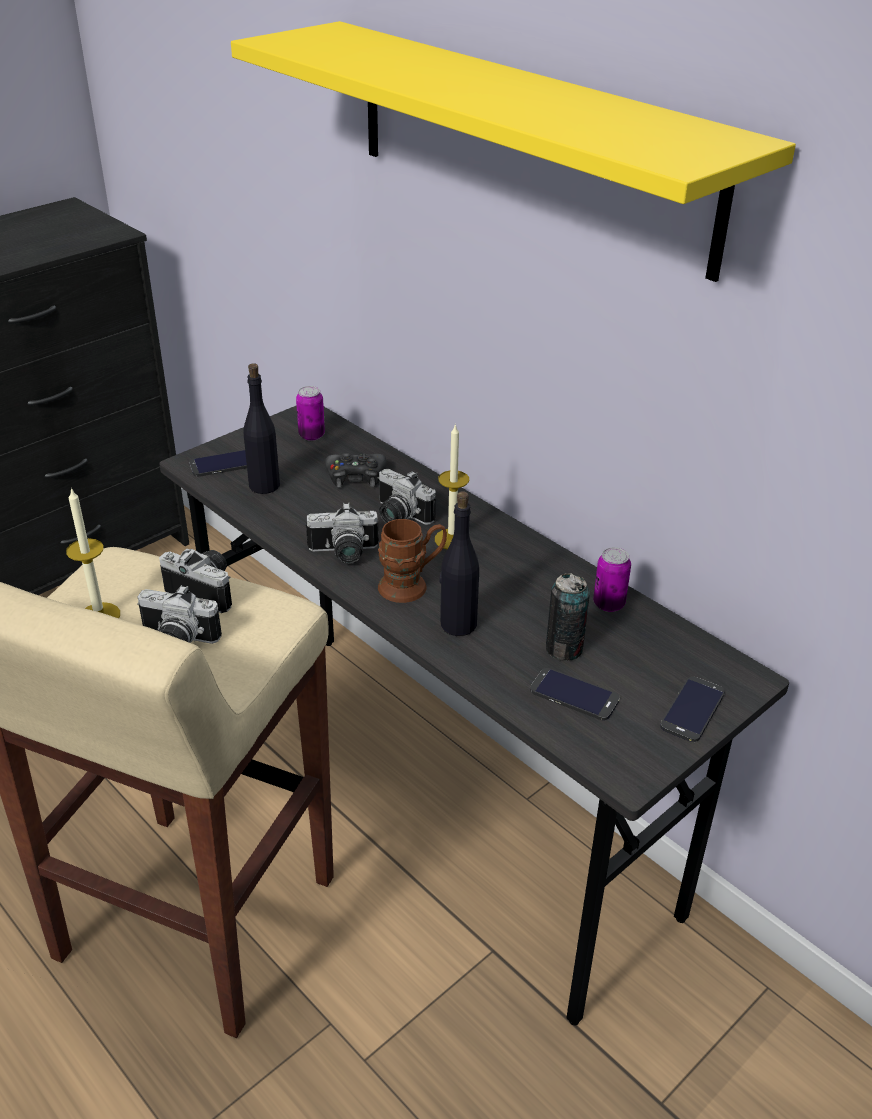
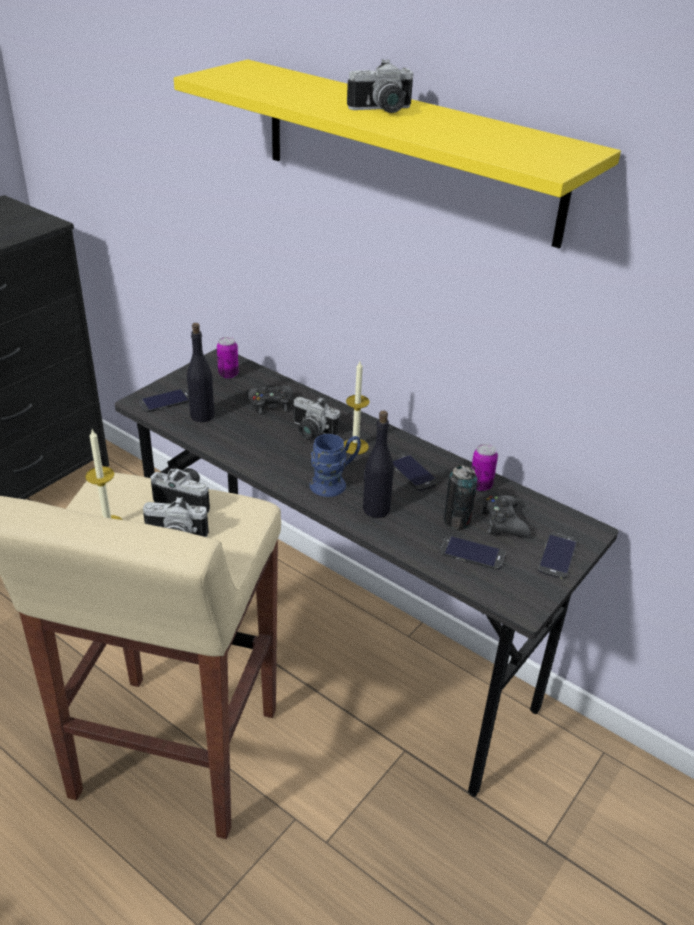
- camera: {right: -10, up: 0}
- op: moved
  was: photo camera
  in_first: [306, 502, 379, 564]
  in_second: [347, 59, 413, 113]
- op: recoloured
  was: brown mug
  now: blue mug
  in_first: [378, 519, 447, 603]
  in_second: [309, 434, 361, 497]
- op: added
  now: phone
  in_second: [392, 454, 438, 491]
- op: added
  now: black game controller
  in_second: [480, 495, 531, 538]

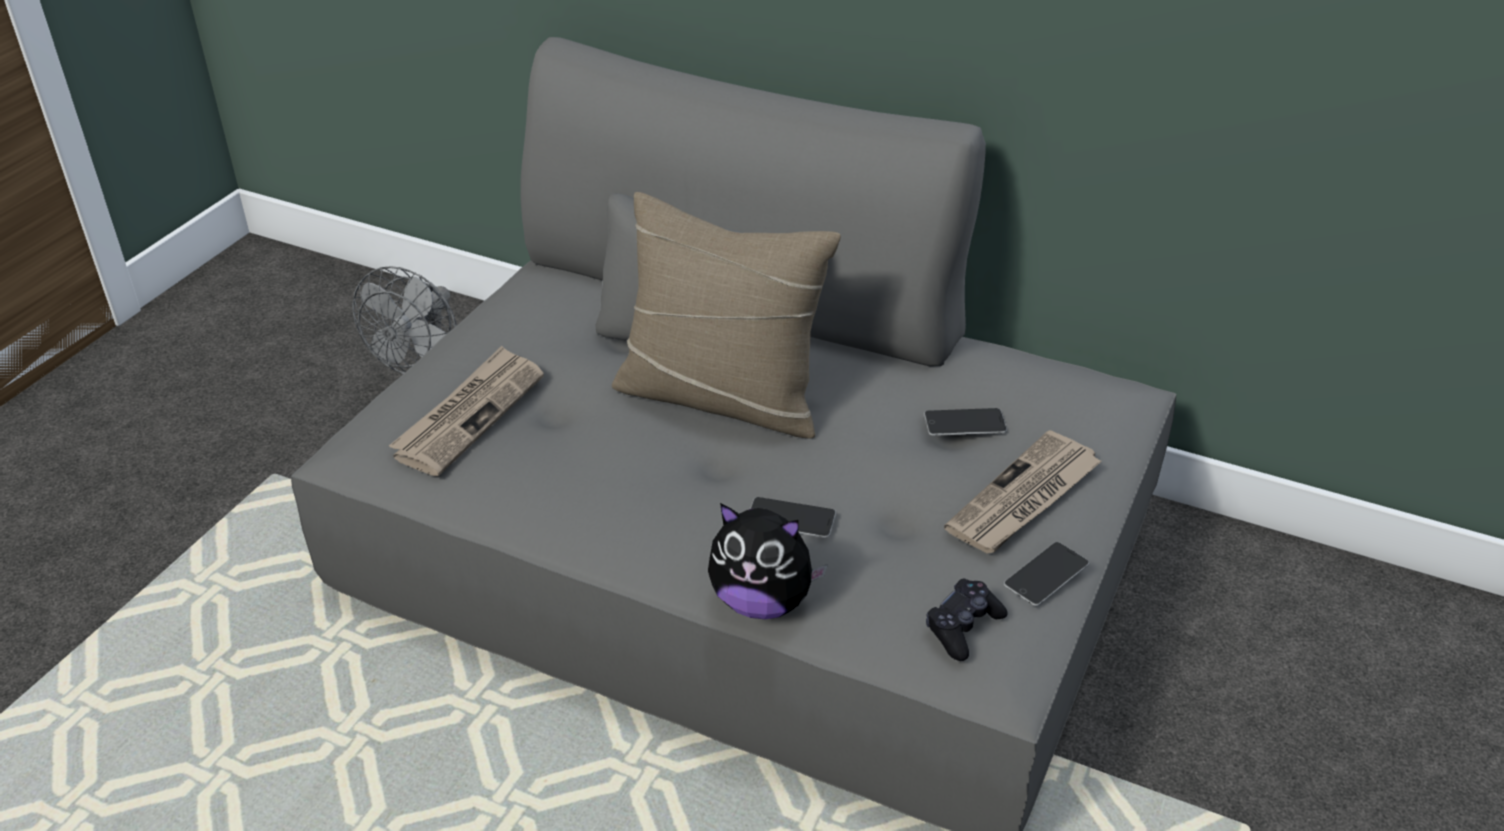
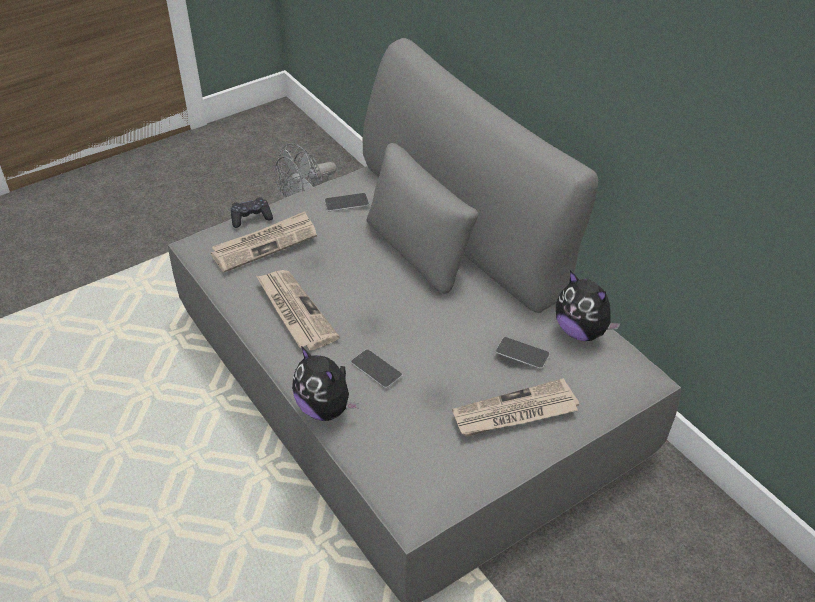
- camera: {right: 30, up: 5}
- op: removed
  was: beige pillow
  in_first: [612, 192, 841, 439]
- op: moved
  was: black game controller
  in_first: [926, 579, 1008, 661]
  in_second: [231, 197, 273, 228]
- op: moved
  was: phone
  in_first: [1004, 542, 1089, 606]
  in_second: [324, 193, 369, 211]
- op: added
  now: newspaper
  in_second: [256, 270, 340, 350]
- op: added
  now: plush toy
  in_second: [556, 270, 621, 341]

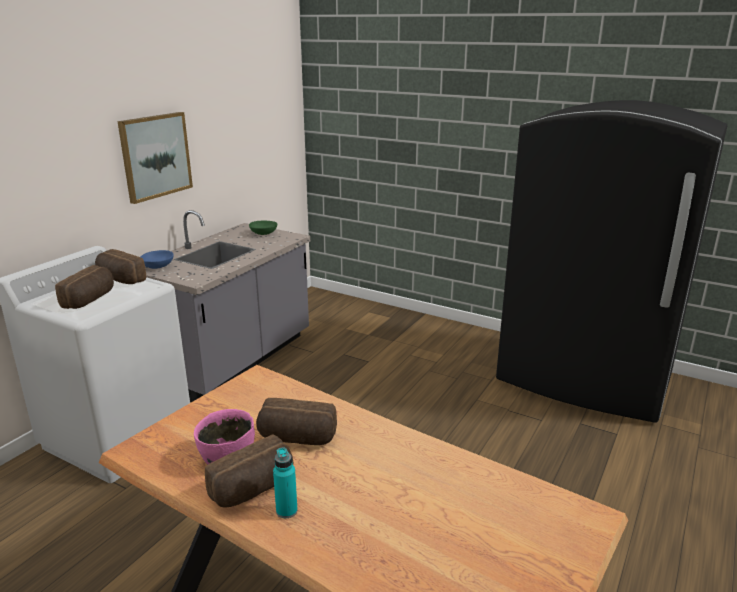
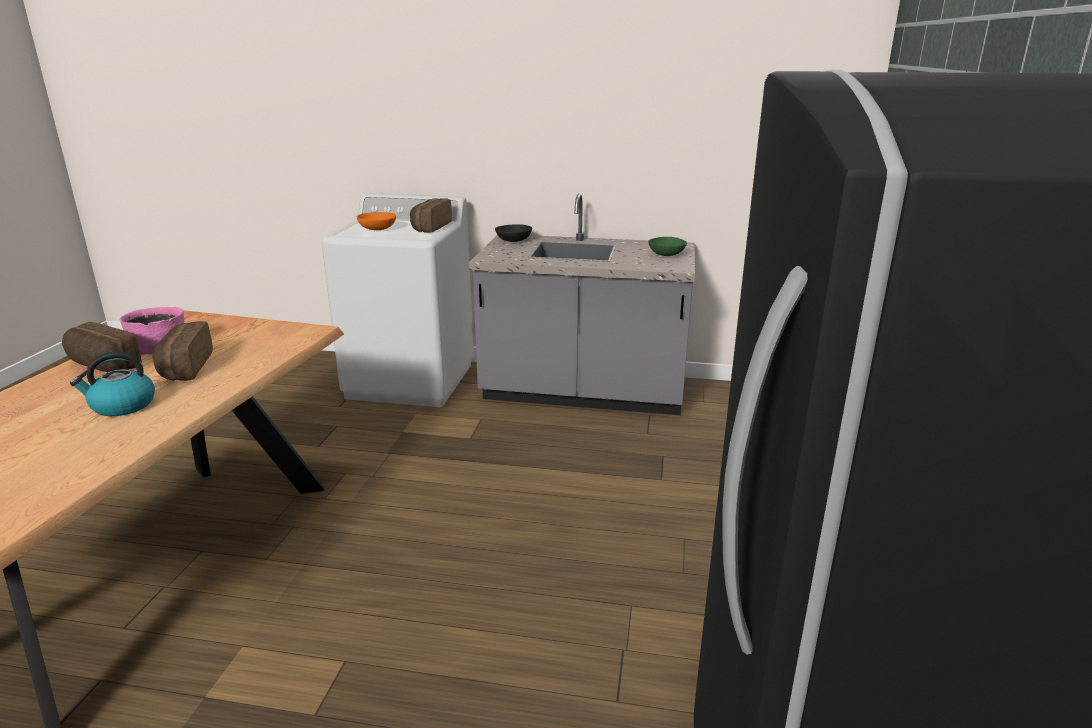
- camera: {right: 70, up: 0}
- op: replaced
  was: bread
  now: orange bowl
  in_first: [55, 265, 114, 309]
  in_second: [357, 212, 396, 230]
- op: removed
  was: picture
  in_first: [117, 112, 193, 204]
- op: recoloured
  was: blue bowl
  now: black bowl
  in_first: [141, 250, 174, 269]
  in_second: [495, 224, 532, 242]
- op: removed
  was: turquoise bottle
  in_first: [273, 447, 298, 518]
- op: added
  now: kettle
  in_second: [70, 351, 155, 416]

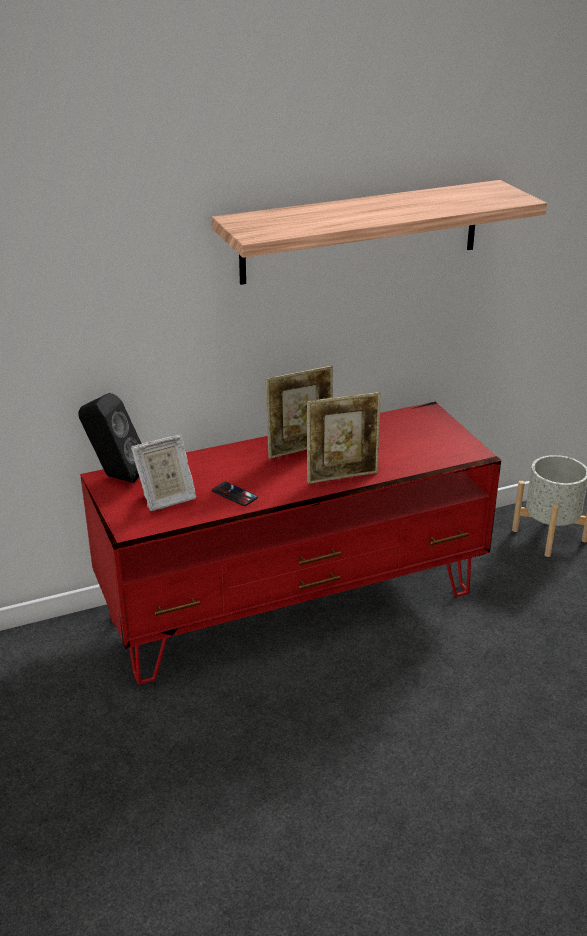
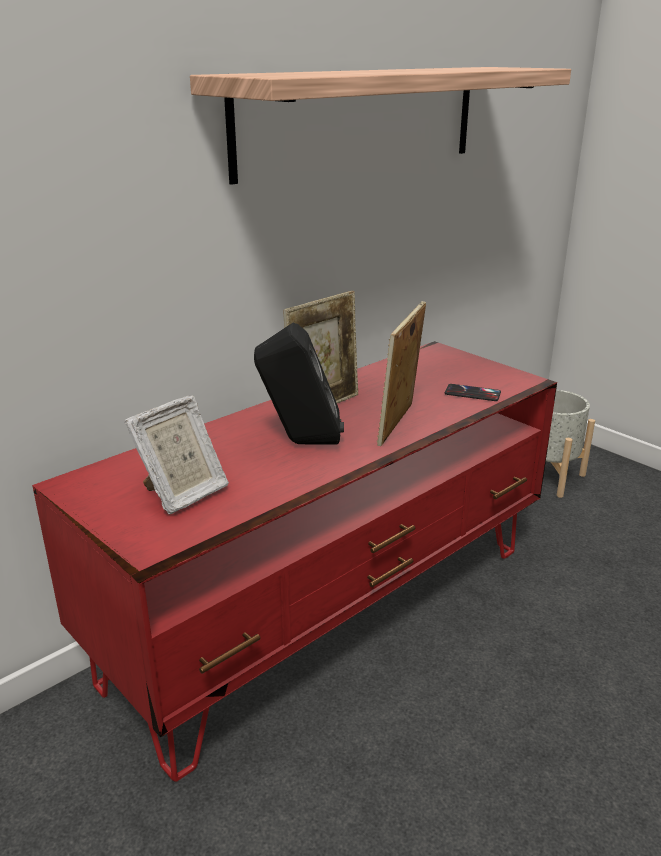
- camera: {right: -20, up: -5}
- op: moved
  was: black speaker
  in_first: [78, 393, 142, 483]
  in_second: [254, 322, 344, 445]
- op: moved
  was: phone
  in_first: [212, 482, 258, 506]
  in_second: [445, 384, 501, 401]
- op: turned
  was: picture frame
  in_first: [307, 392, 381, 484]
  in_second: [377, 301, 426, 446]
  clockwise: 150

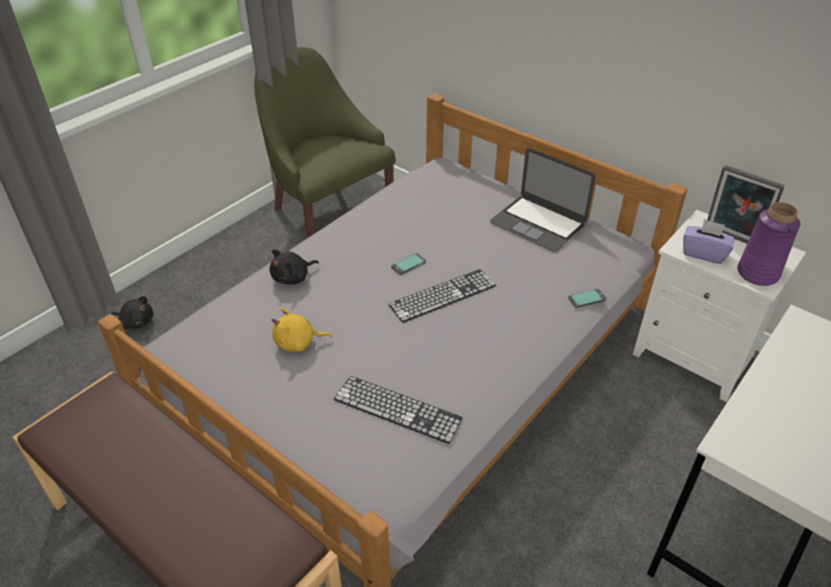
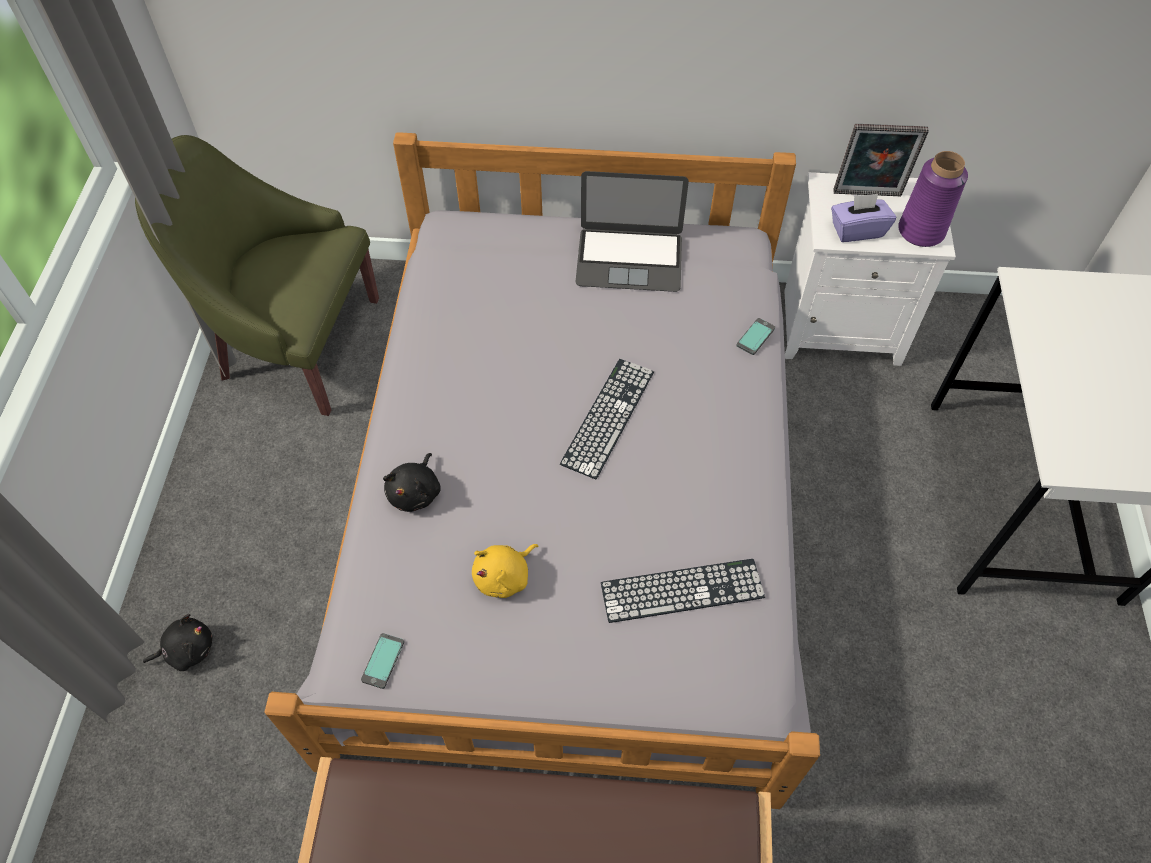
- camera: {right: -35, up: 15}
- op: moved
  was: phone
  in_first: [391, 253, 426, 275]
  in_second: [361, 633, 404, 689]

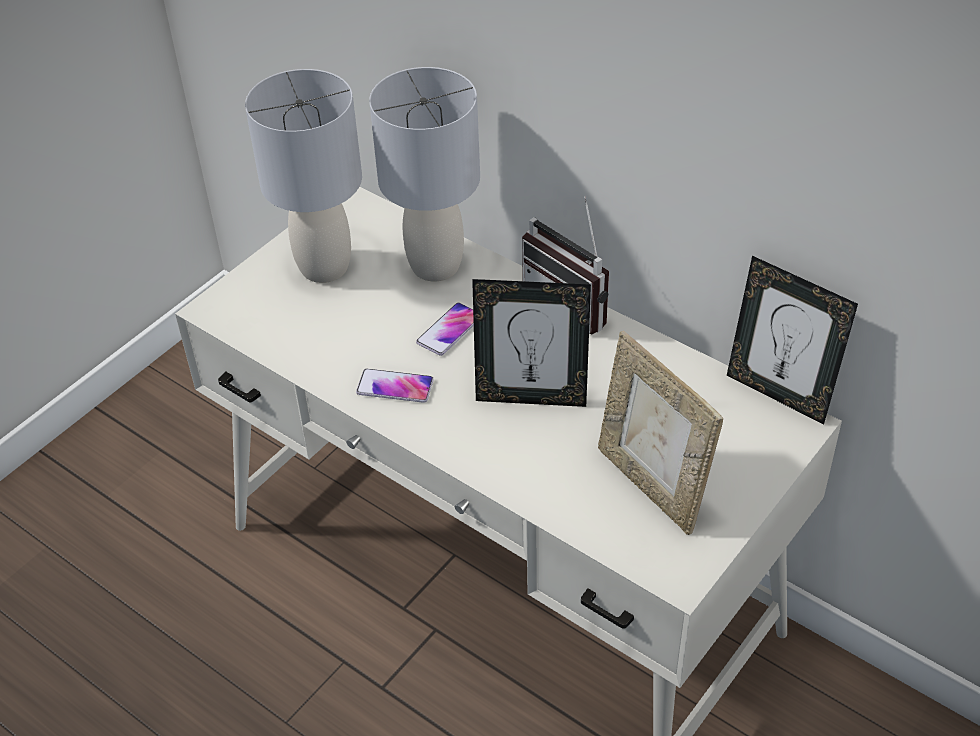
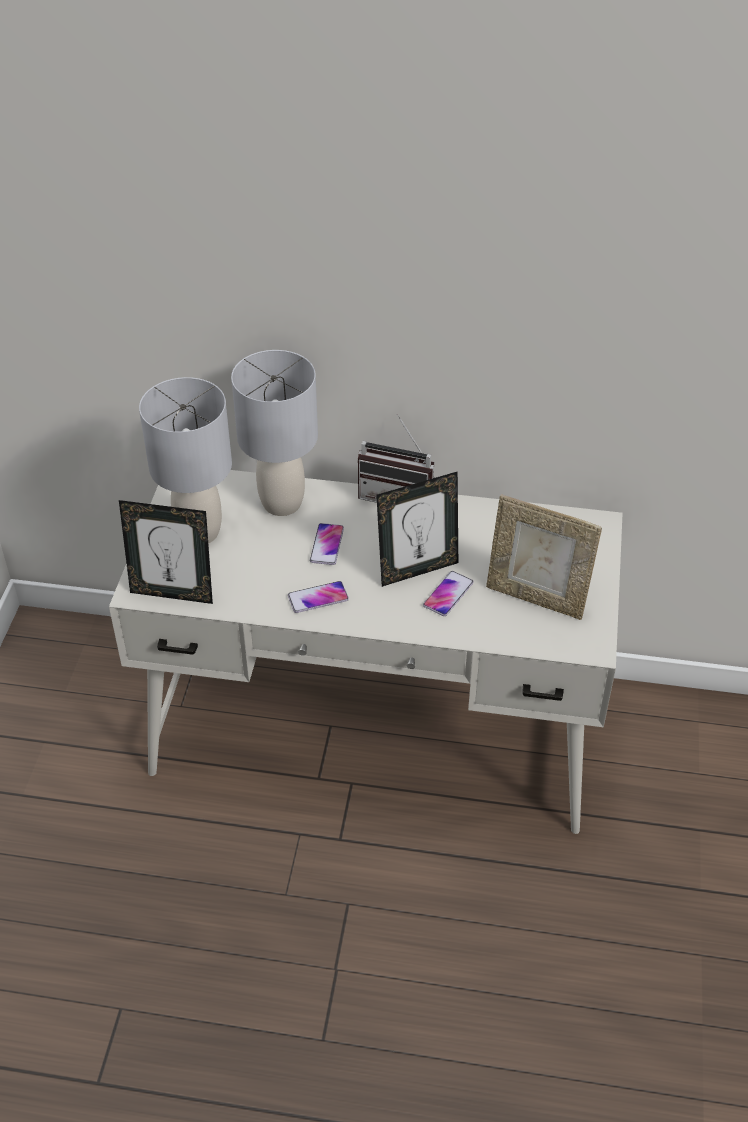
- camera: {right: -30, up: 0}
- op: moved
  was: picture frame
  in_first: [727, 256, 858, 424]
  in_second: [119, 500, 213, 604]
- op: added
  now: phone
  in_second: [423, 571, 473, 616]

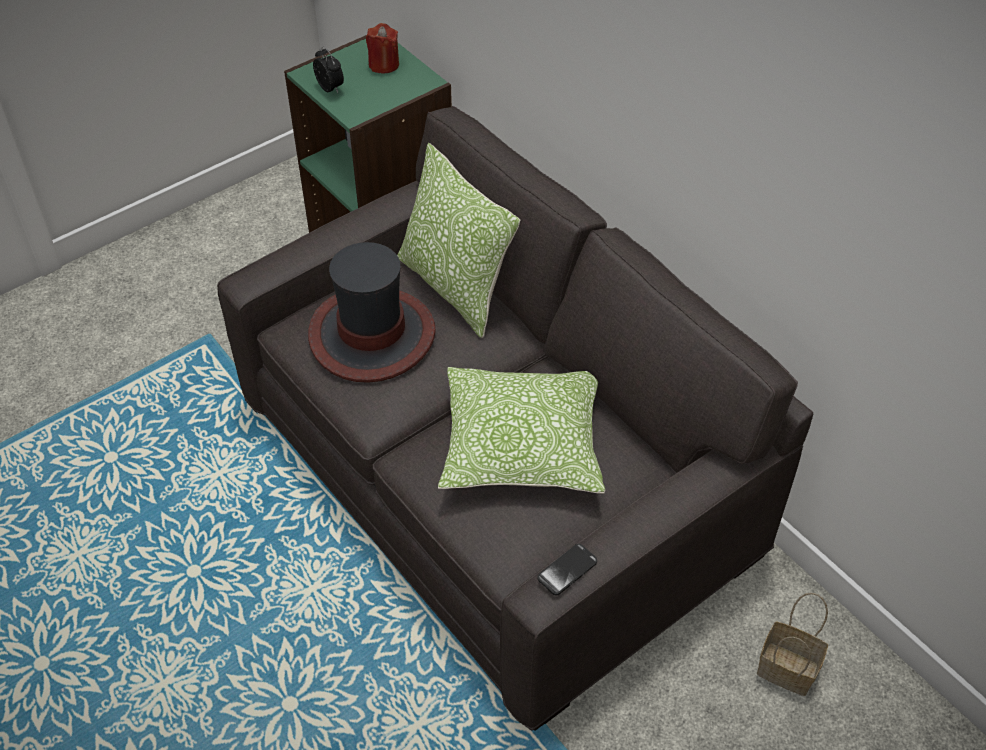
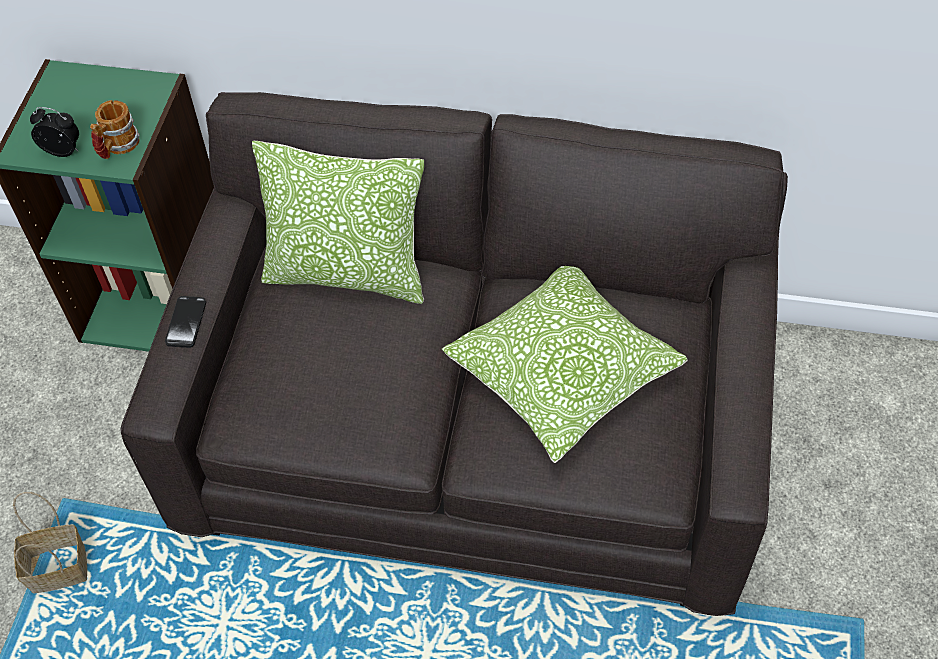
- camera: {right: -40, up: 5}
- op: removed
  was: hat
  in_first: [308, 242, 436, 383]
- op: removed
  was: red candle
  in_first: [366, 23, 399, 74]
- op: moved
  was: phone
  in_first: [538, 544, 597, 596]
  in_second: [165, 296, 206, 348]
- op: moved
  was: basket
  in_first: [757, 593, 828, 696]
  in_second: [13, 492, 87, 594]
- op: added
  now: mug
  in_second: [90, 100, 140, 159]

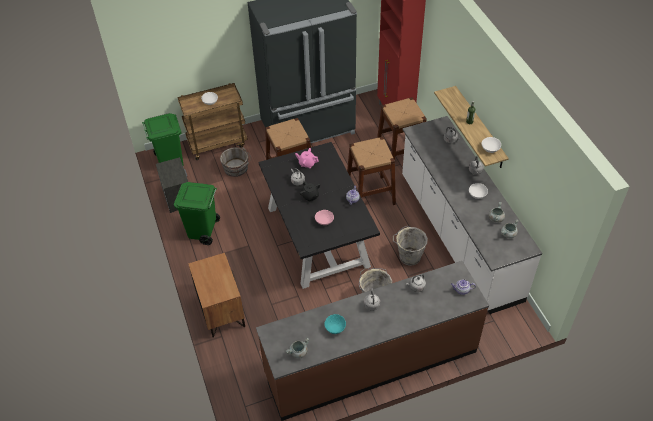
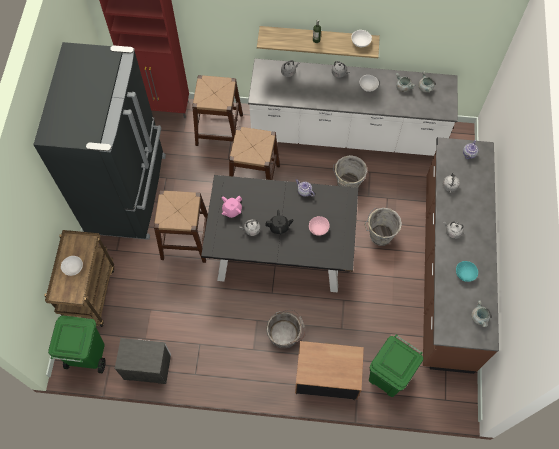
- camera: {right: -65, up: 15}
- op: moved
  was: green trash can
  in_first: [174, 182, 220, 245]
  in_second: [369, 334, 423, 397]
- op: moved
  was: grey bucket
  in_first: [220, 147, 251, 177]
  in_second: [266, 310, 305, 349]

